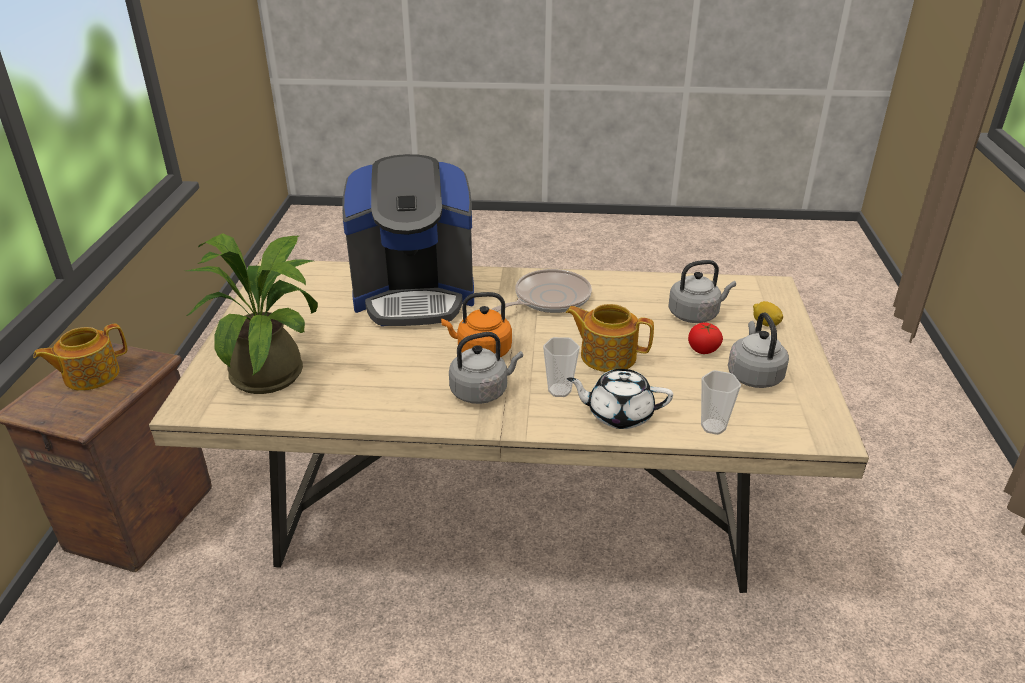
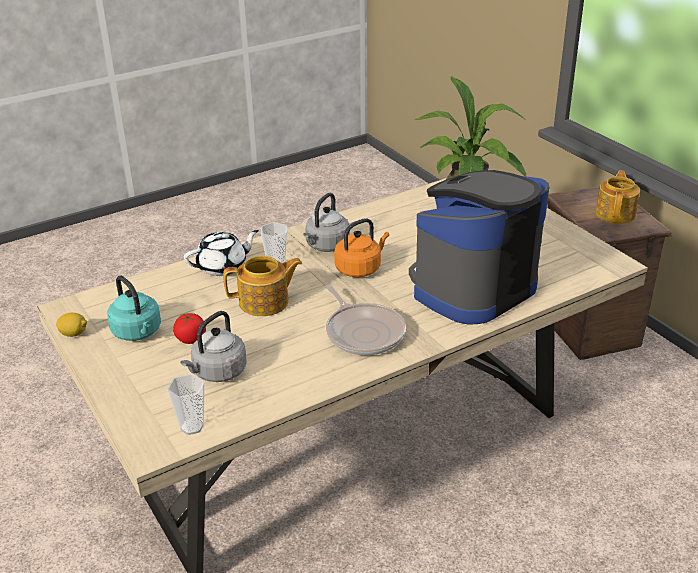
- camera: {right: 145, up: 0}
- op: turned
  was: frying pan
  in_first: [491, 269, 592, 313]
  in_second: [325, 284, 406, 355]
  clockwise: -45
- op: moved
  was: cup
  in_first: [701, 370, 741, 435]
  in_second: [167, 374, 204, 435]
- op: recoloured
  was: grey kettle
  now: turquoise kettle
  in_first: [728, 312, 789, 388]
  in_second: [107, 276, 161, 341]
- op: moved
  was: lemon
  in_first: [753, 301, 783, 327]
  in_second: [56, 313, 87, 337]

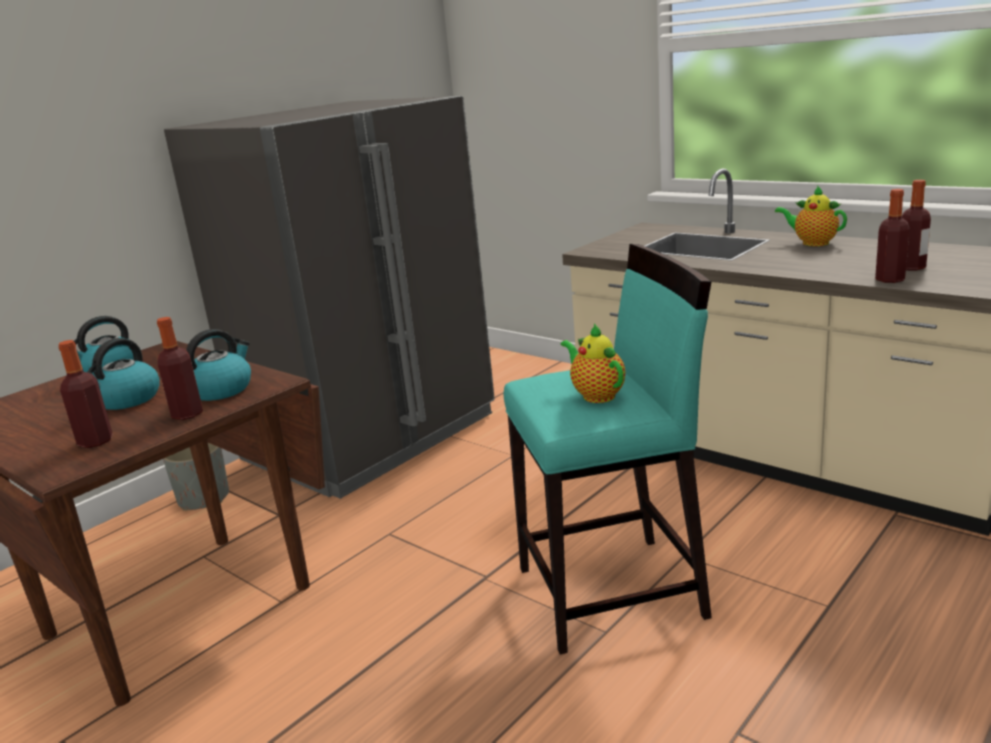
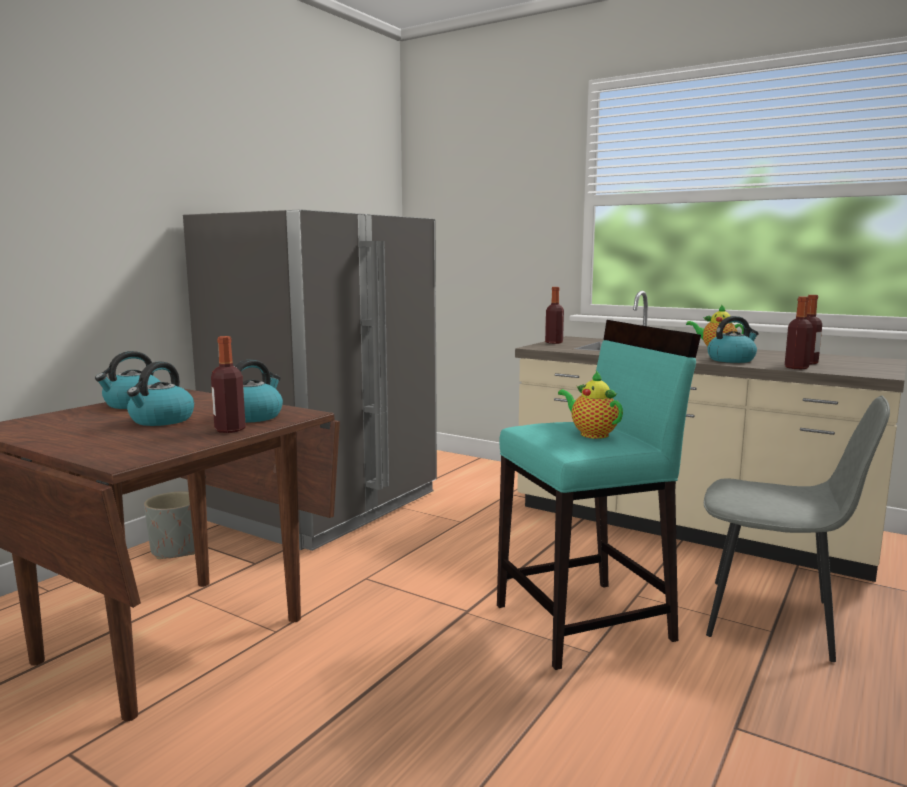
- camera: {right: -10, up: -10}
- op: moved
  was: bottle
  in_first: [58, 340, 113, 448]
  in_second: [545, 287, 564, 344]
- op: added
  now: grey chair
  in_second: [704, 395, 890, 662]
- op: added
  now: kettle
  in_second: [707, 316, 759, 363]

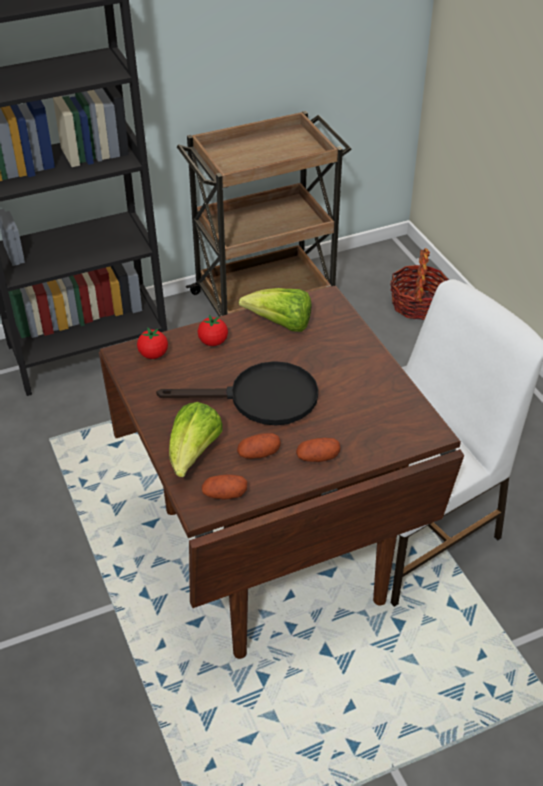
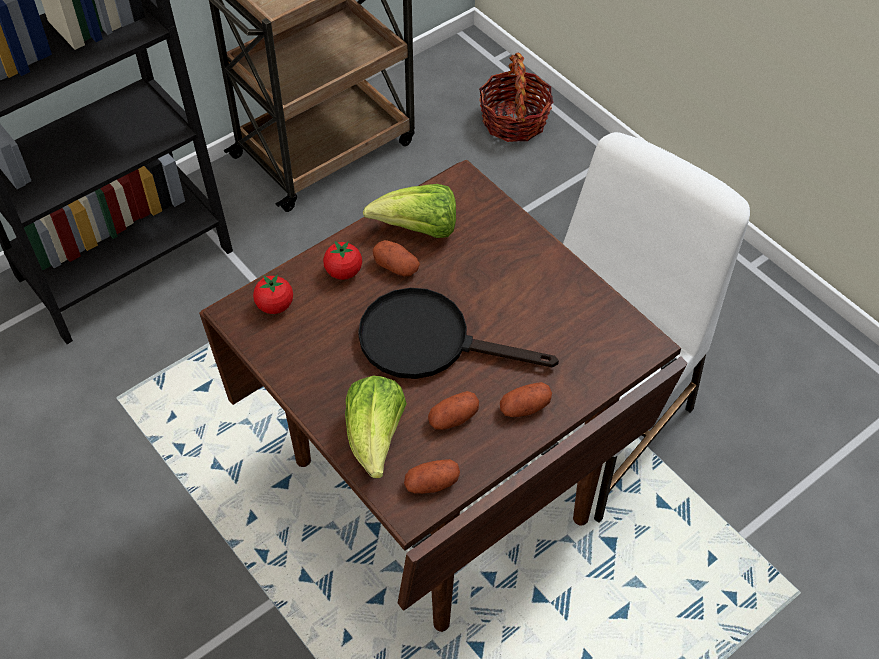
- camera: {right: -15, up: 10}
- op: turned
  was: black frying pan
  in_first: [156, 361, 318, 426]
  in_second: [358, 288, 559, 379]
  clockwise: -150
- op: added
  now: potato
  in_second: [373, 240, 420, 277]

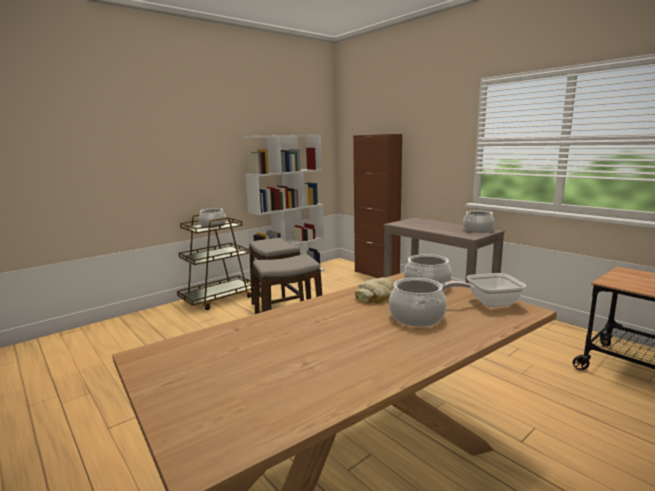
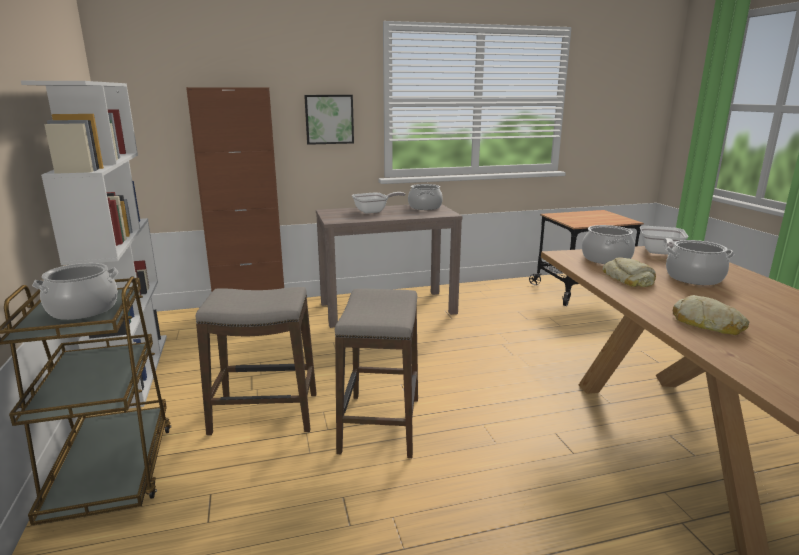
- camera: {right: -65, up: 5}
- op: added
  now: picture
  in_second: [304, 95, 354, 145]
- op: added
  now: frying pan
  in_second: [352, 192, 405, 213]
- op: added
  now: bread
  in_second: [673, 295, 750, 335]

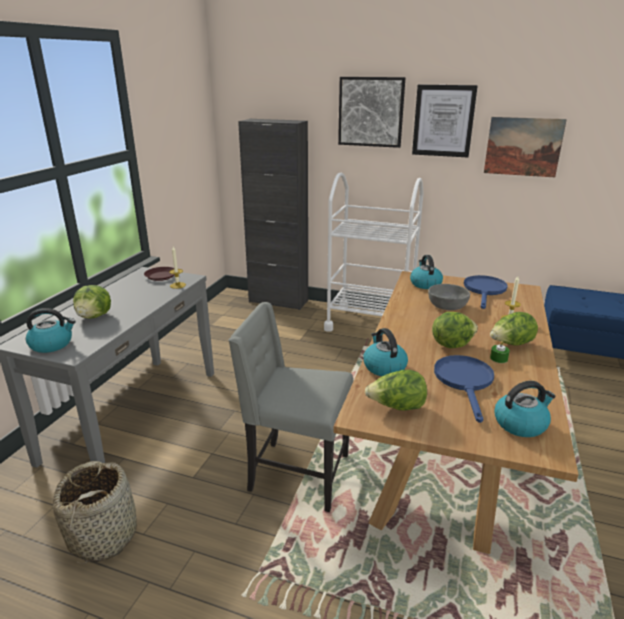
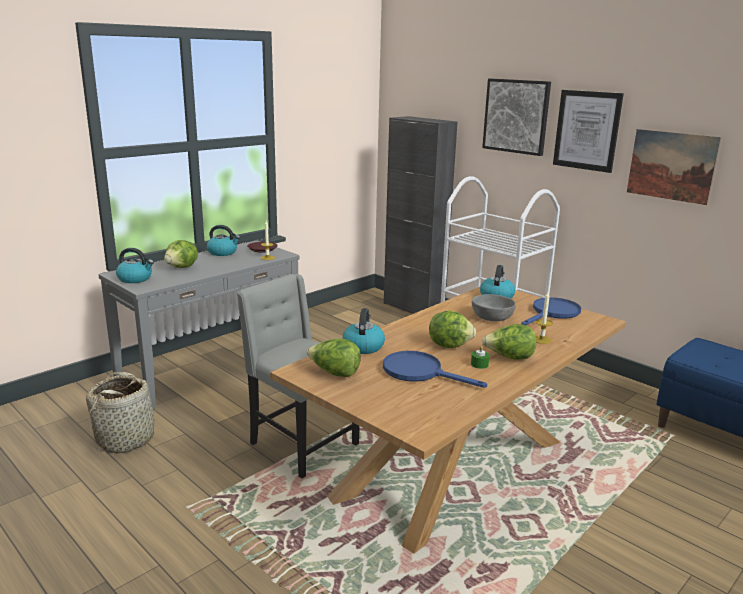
- camera: {right: 25, up: -5}
- op: turned
  was: blue frying pan
  in_first: [434, 355, 494, 423]
  in_second: [383, 351, 487, 388]
  clockwise: -90
- op: moved
  was: kettle
  in_first: [494, 381, 556, 437]
  in_second: [207, 225, 240, 256]

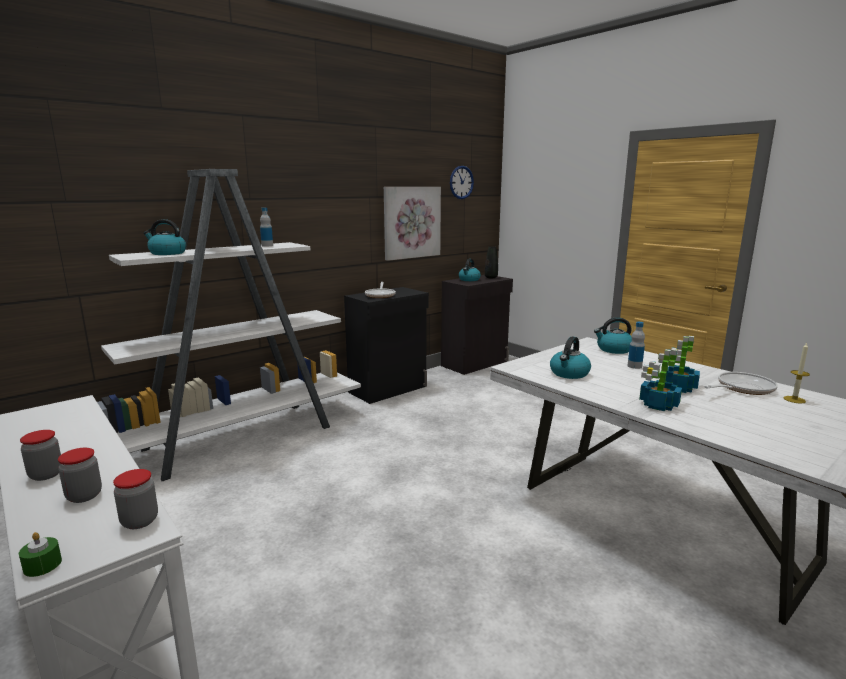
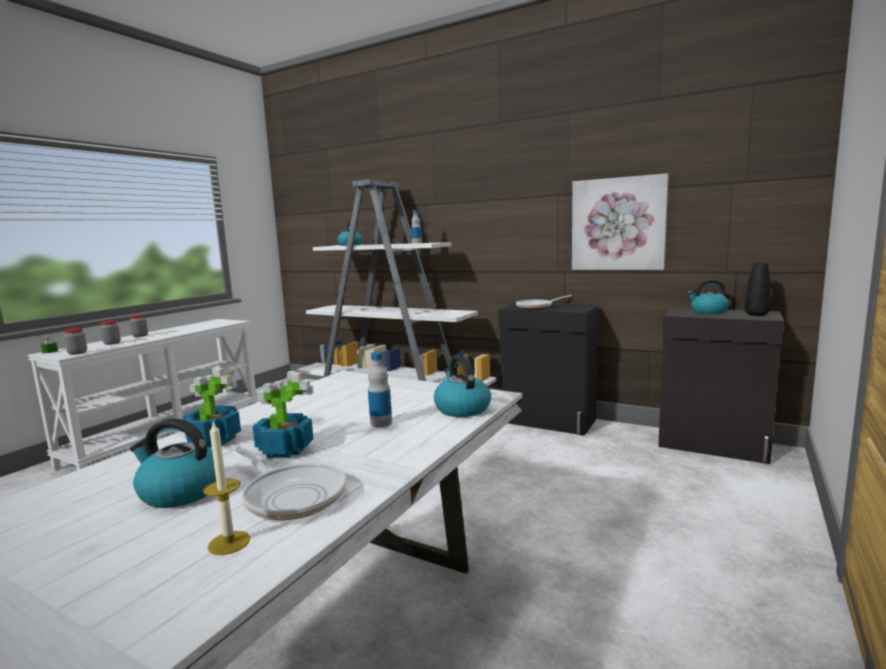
- camera: {right: 70, up: -5}
- op: removed
  was: wall clock
  in_first: [450, 166, 474, 199]
- op: moved
  was: kettle
  in_first: [550, 337, 591, 379]
  in_second: [130, 418, 216, 508]

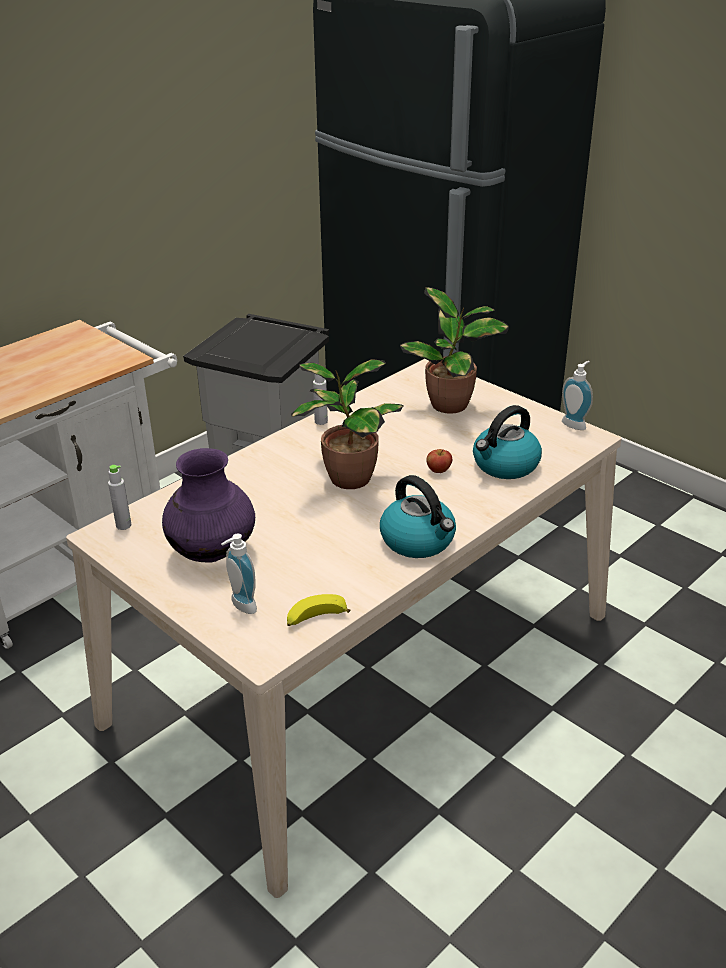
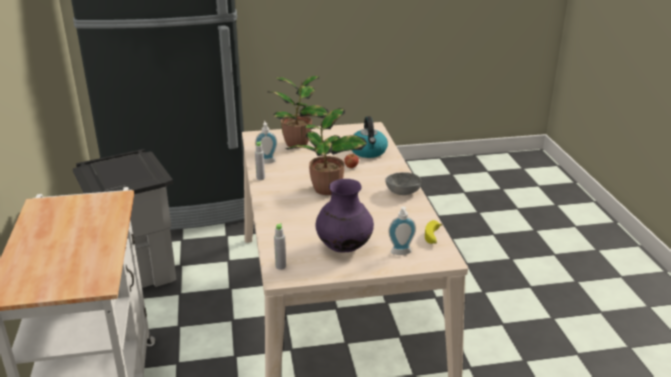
- camera: {right: -55, up: -5}
- op: replaced
  was: kettle
  now: grey bowl
  in_first: [380, 475, 456, 558]
  in_second: [385, 172, 422, 195]
- op: moved
  was: soap dispenser
  in_first: [562, 361, 593, 430]
  in_second: [255, 121, 277, 164]

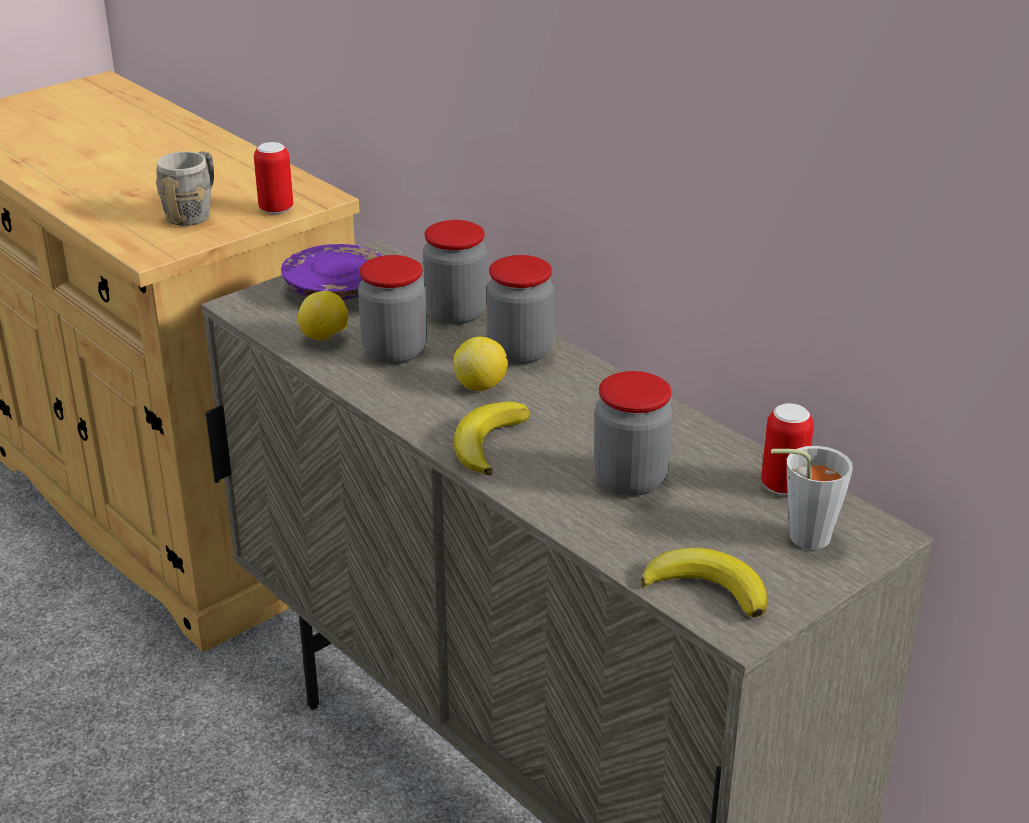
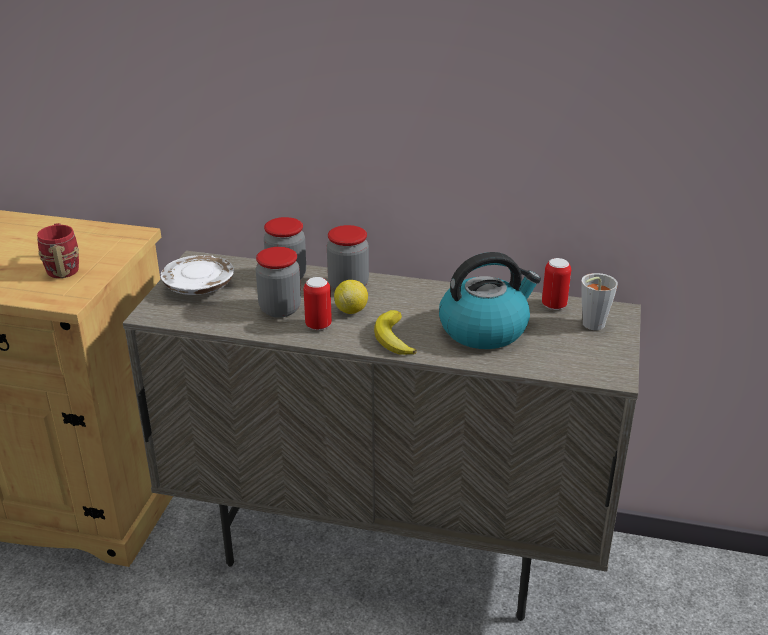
- camera: {right: -35, up: 0}
- op: recoloured
  was: grey mug
  now: red mug
  in_first: [156, 151, 214, 226]
  in_second: [37, 223, 79, 278]
- op: moved
  was: can
  in_first: [254, 142, 293, 214]
  in_second: [304, 277, 332, 330]
- op: recoloured
  was: purple plate
  now: white plate
  in_first: [281, 244, 381, 300]
  in_second: [161, 255, 234, 295]
- op: removed
  was: lemon
  in_first: [298, 291, 348, 341]
- op: replaced
  was: jar
  now: kettle
  in_first: [594, 371, 673, 496]
  in_second: [439, 252, 541, 349]
- op: removed
  was: banana
  in_first: [641, 548, 767, 618]

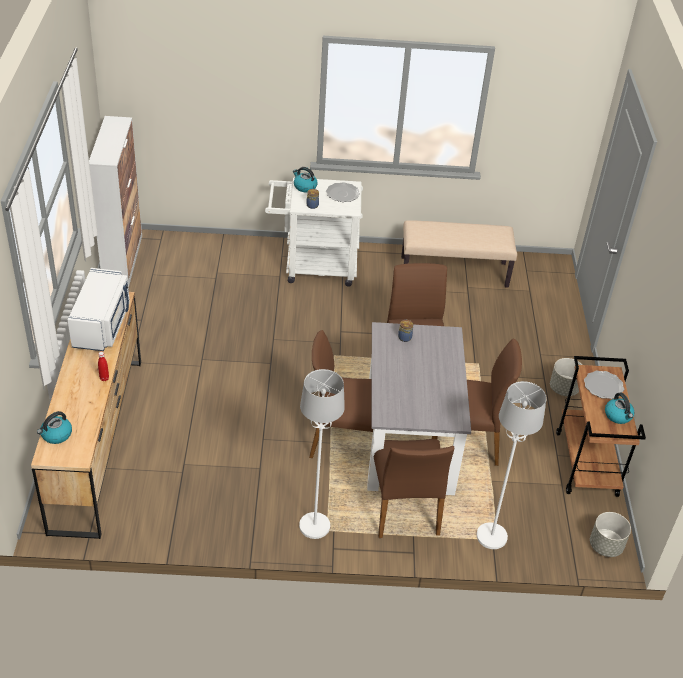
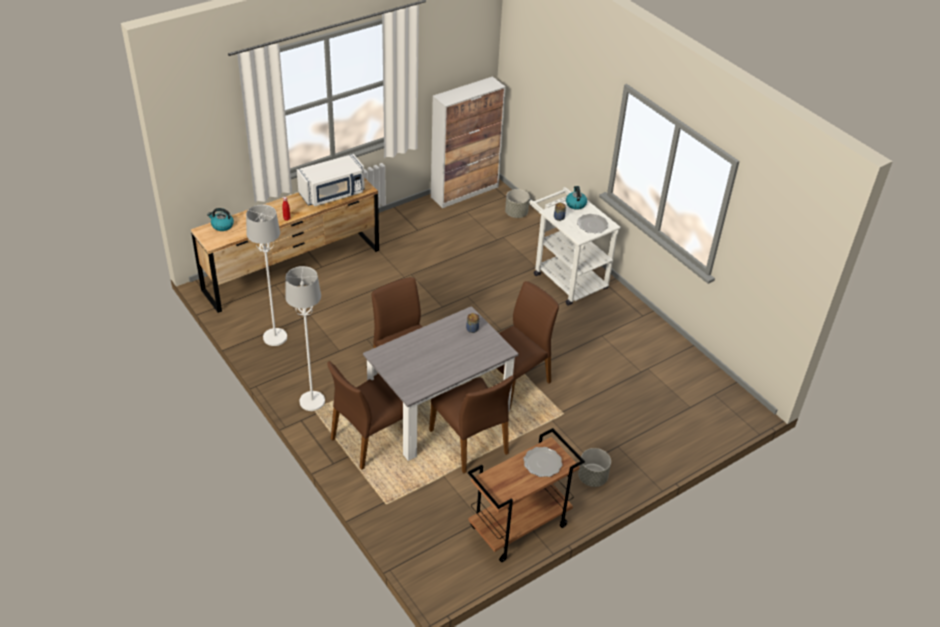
- camera: {right: 55, up: 0}
- op: removed
  was: beige bench
  in_first: [401, 220, 517, 288]
- op: moved
  was: white floor lamp
  in_first: [477, 381, 547, 549]
  in_second: [246, 204, 287, 346]
- op: moved
  was: grey planter
  in_first: [590, 512, 631, 557]
  in_second: [505, 189, 530, 218]
- op: removed
  was: kettle
  in_first: [605, 392, 635, 424]

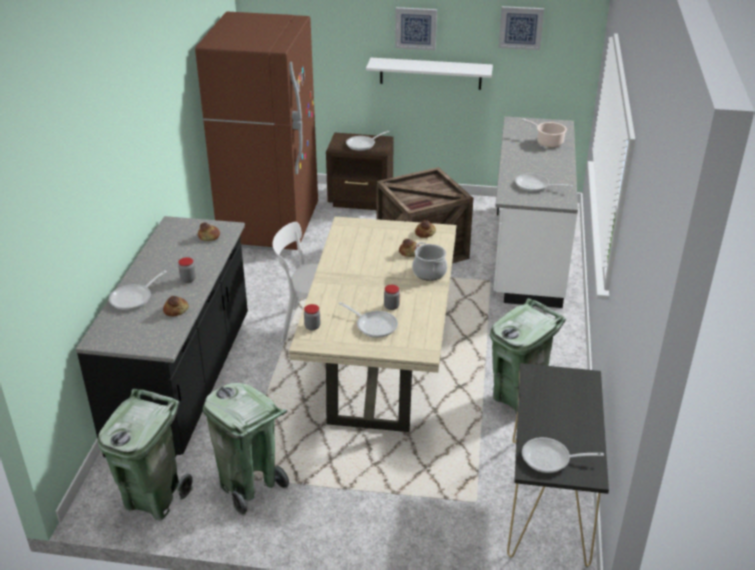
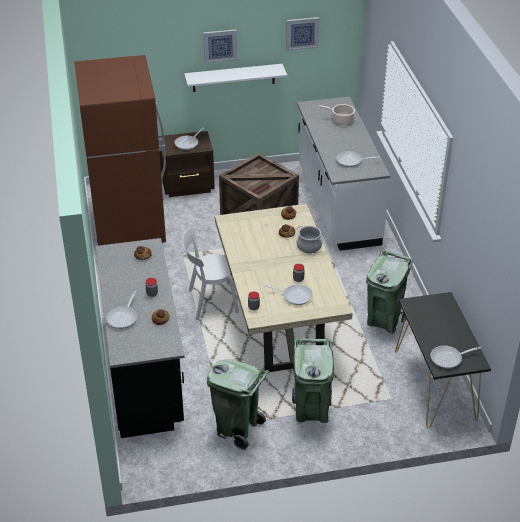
- camera: {right: -20, up: 5}
- op: moved
  was: green trash can
  in_first: [98, 389, 193, 520]
  in_second: [292, 339, 334, 423]

